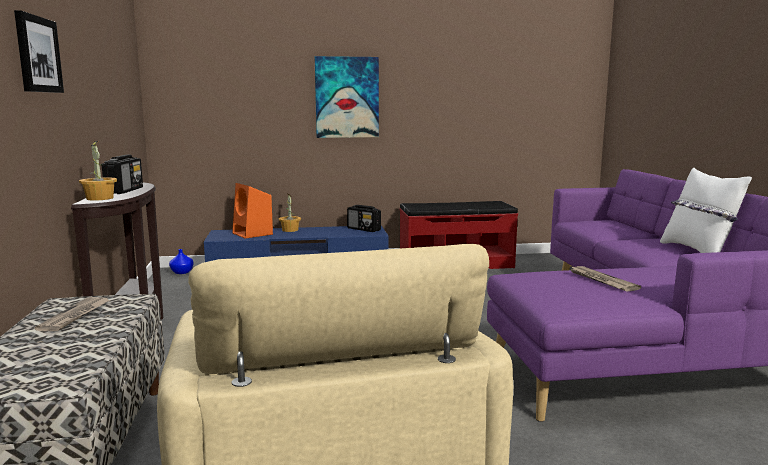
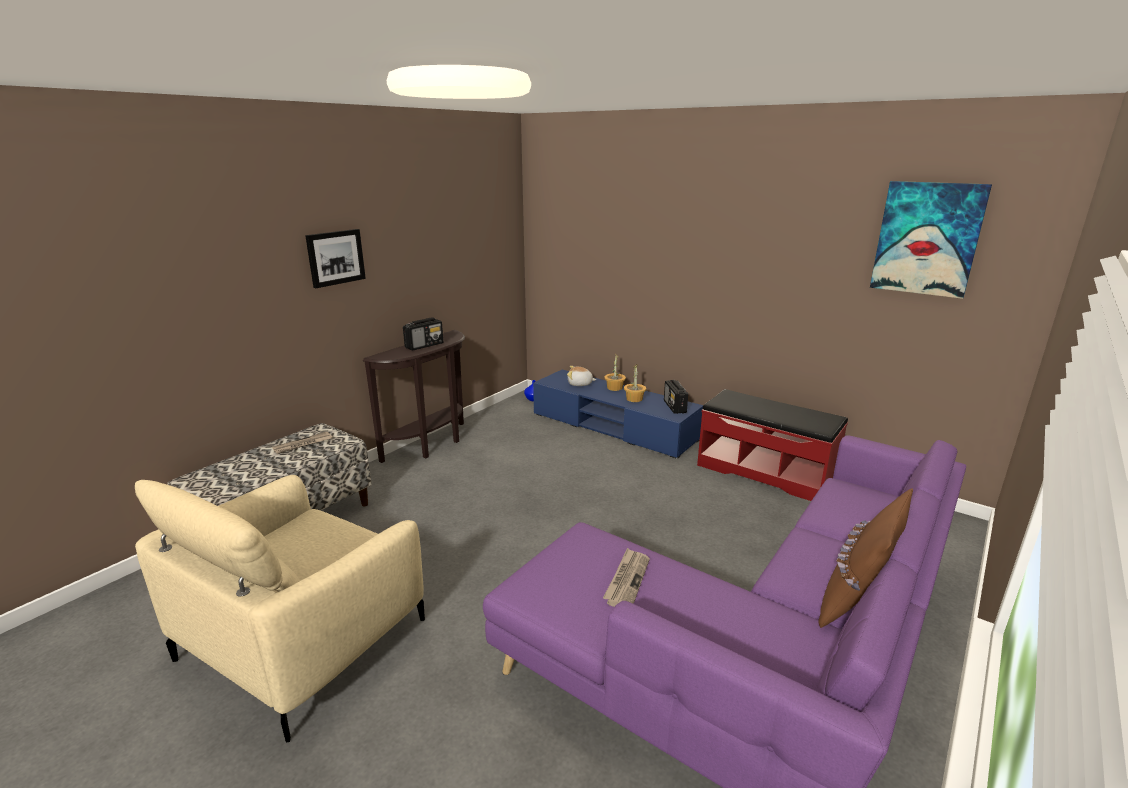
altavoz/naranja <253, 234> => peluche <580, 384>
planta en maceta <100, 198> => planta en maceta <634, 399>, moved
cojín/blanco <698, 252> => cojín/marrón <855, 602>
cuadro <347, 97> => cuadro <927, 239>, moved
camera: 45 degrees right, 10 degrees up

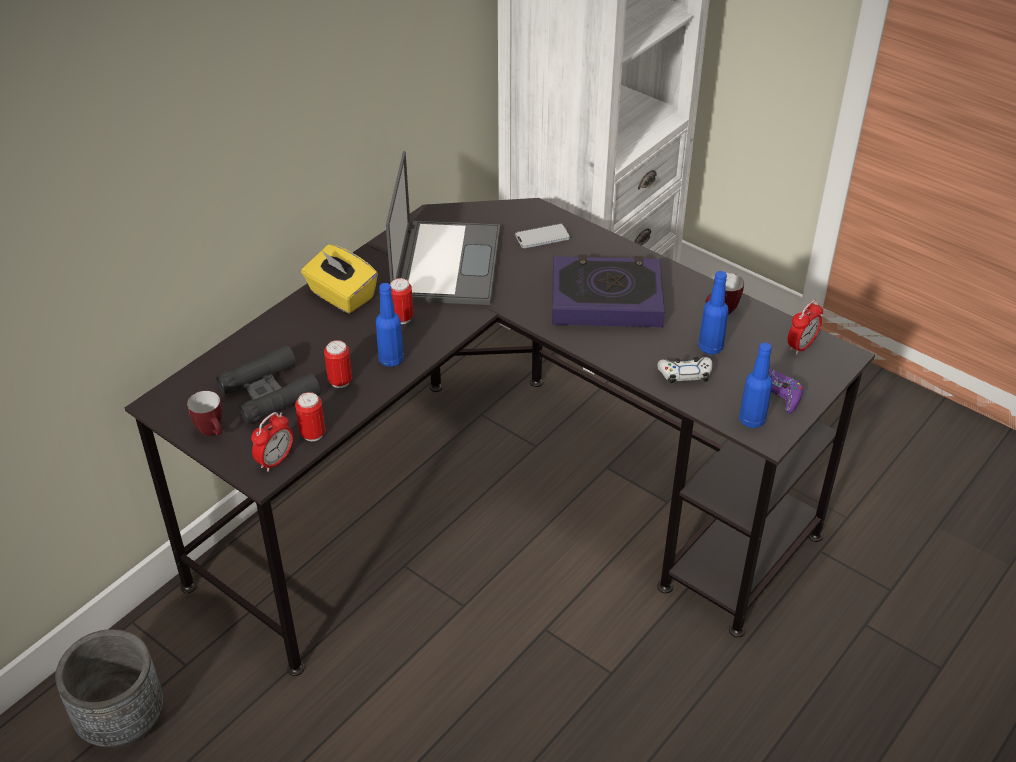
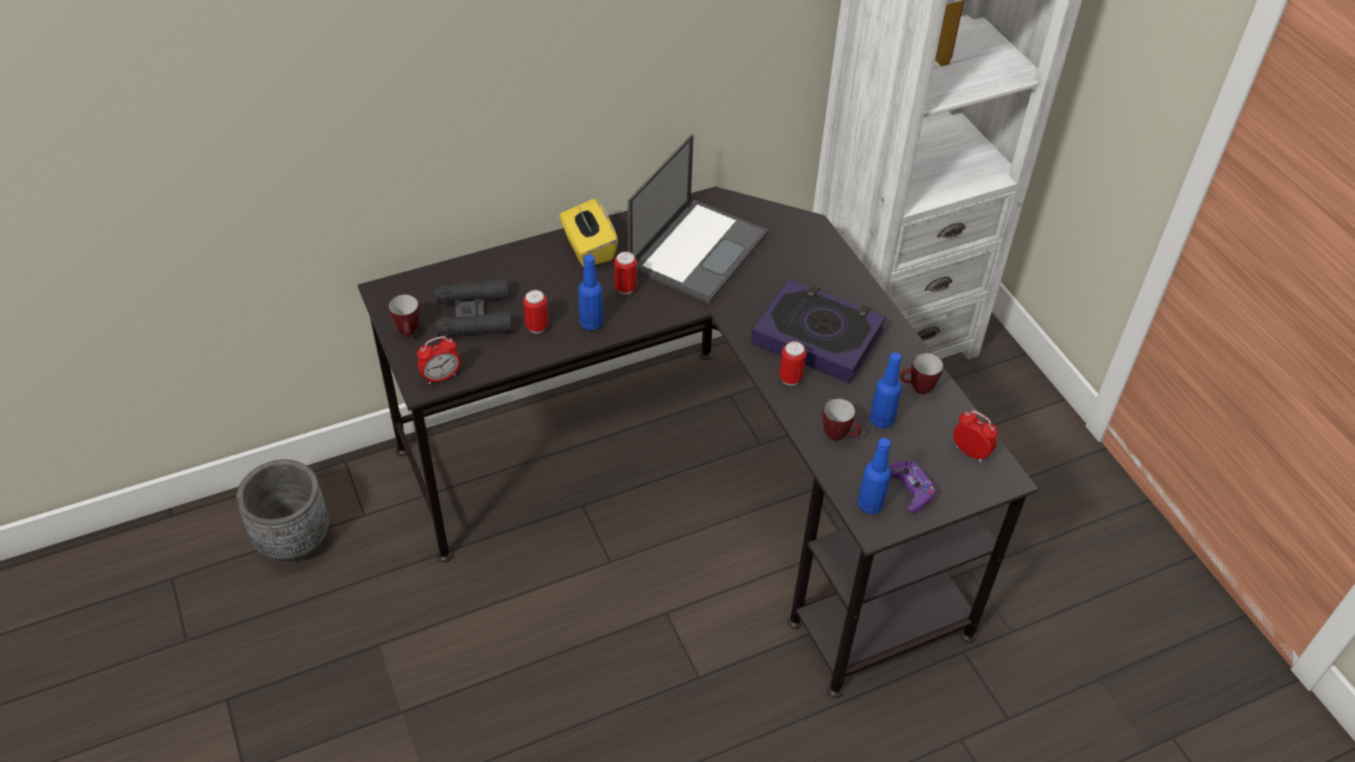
lata <313, 434> => lata <790, 378>, moved
mando de consola/blanco <685, 374> => taza grande <839, 436>
despertador <801, 346> => despertador <970, 452>, 120 degrees counterclockwise
móvil <542, 237> => nothing
camera: 25 degrees right, 5 degrees up

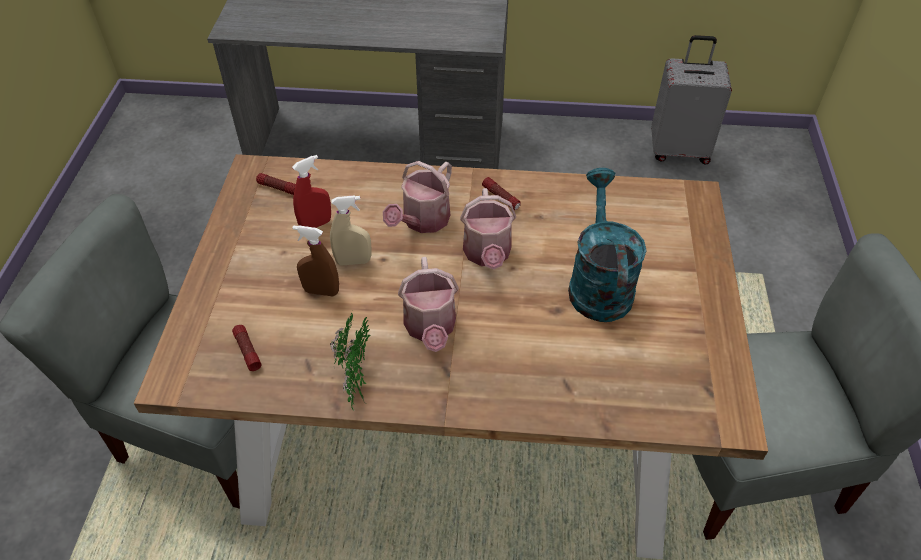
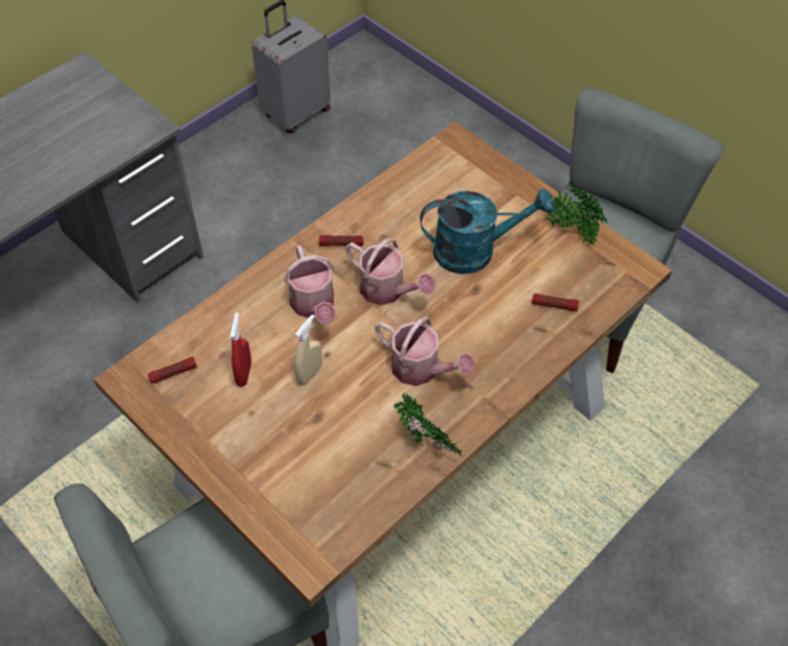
regadera/turquesa <598, 283> => regadera/turquesa <475, 250>, 135 degrees clockwise
linterna <247, 351> => linterna <554, 306>, moved
nothing => planta en maceta <570, 231>
pulverizador/marrón <321, 291> => nothing
camera: 50 degrees left, 5 degrees up

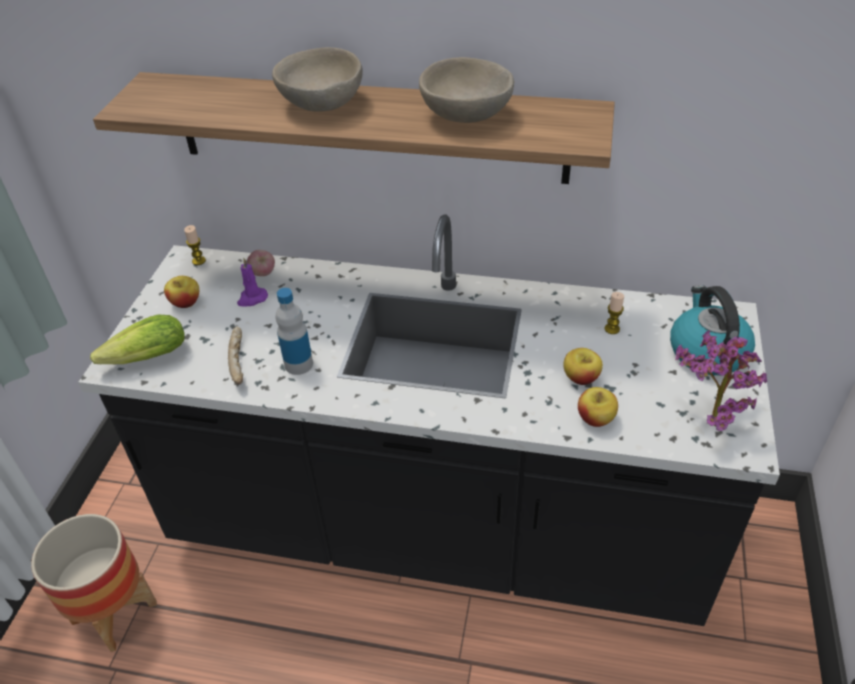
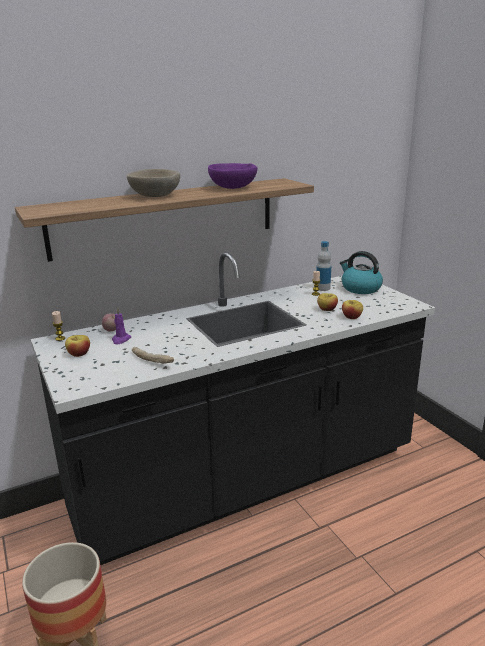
cuenco/beis <465, 116> => cuenco/morado <233, 188>
botella <298, 364> => botella <323, 288>, moved
lechuga <143, 359> => nothing
planta en maceta <707, 418> => nothing
camera: 40 degrees left, 20 degrees down

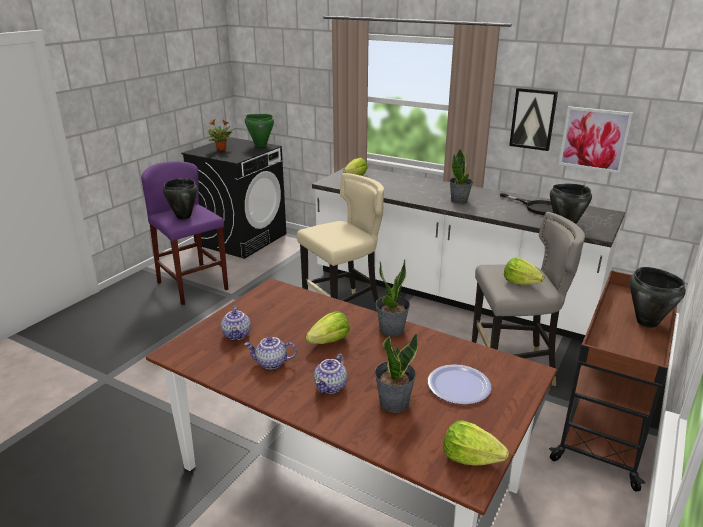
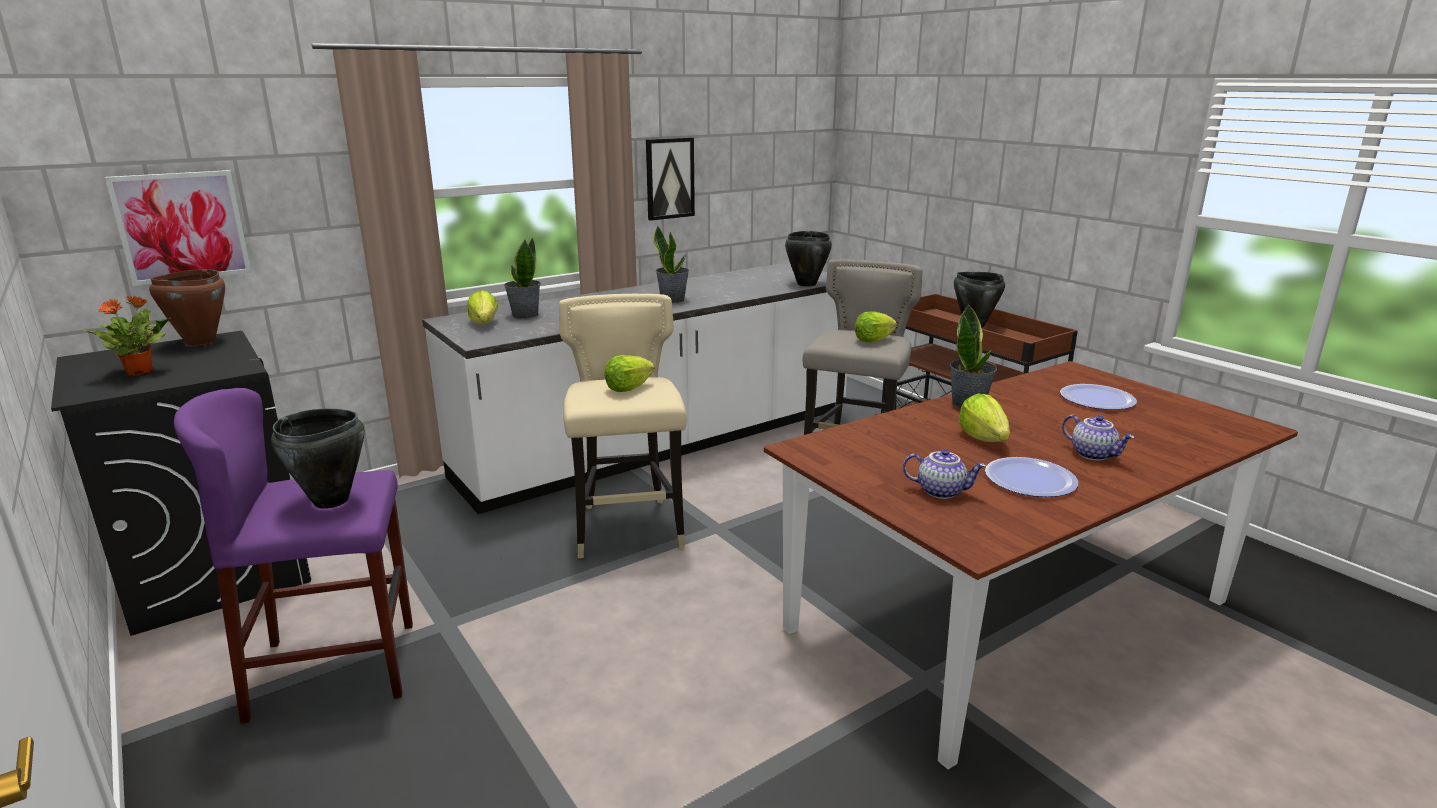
cuadro <594, 139> => cuadro <181, 227>, moved
olla/verde <260, 145> => olla/marrón <200, 342>
planta en maceta <393, 402> => planta en maceta <525, 315>, moved
lechuga <470, 458> => lechuga <628, 388>, moved
tetera <271, 363> => plato <1030, 479>
sartén/negro <537, 207> => nothing
camera: 65 degrees left, 5 degrees down

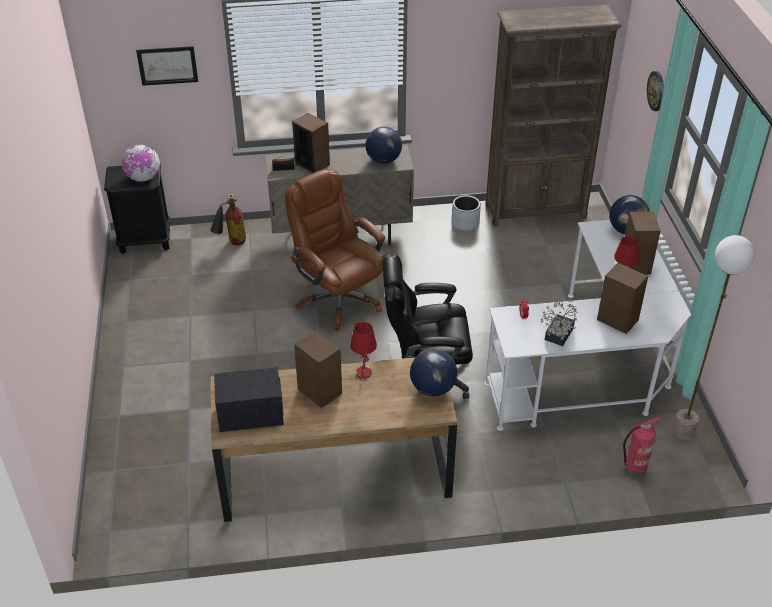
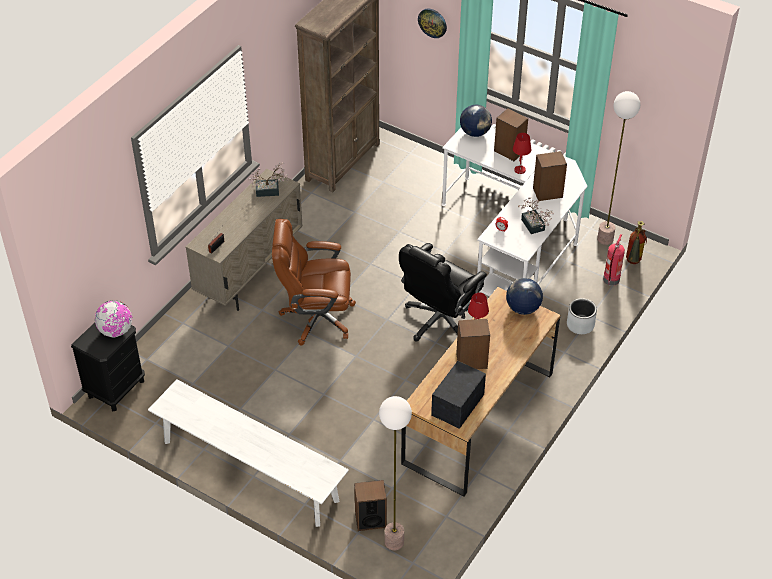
nothing => banco/blanco <250, 471>
globo terráqueo <383, 160> => planta en maceta <270, 191>
altavoz <312, 164> => altavoz <370, 519>, moved
nothing => lámpara de pie <394, 542>
maceta/gris <465, 223> => maceta/gris <580, 324>, moved
extintor <231, 243> => extintor <632, 264>, moved
cuadro <167, 65> => nothing
camera: 50 degrees left, 5 degrees up

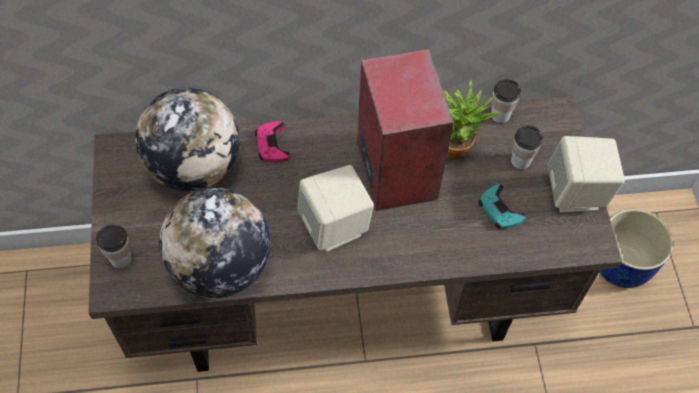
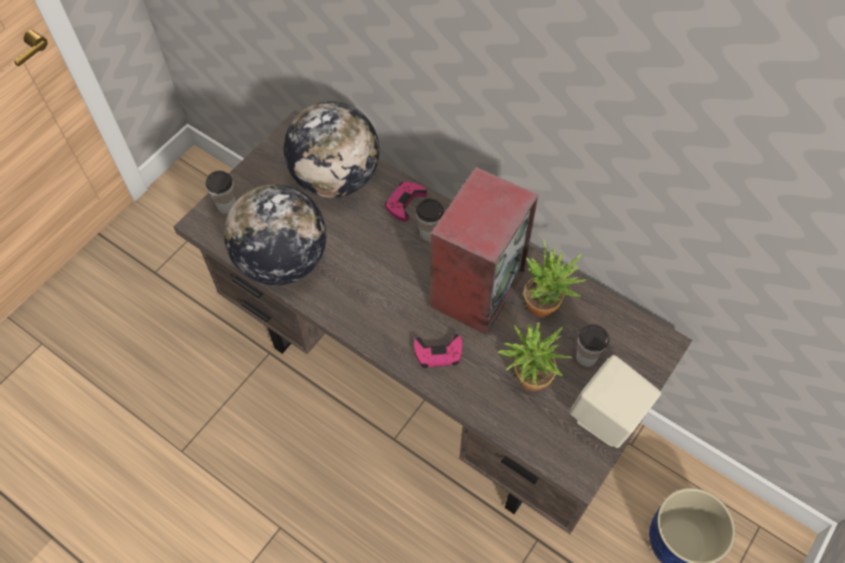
nothing => mando de consola/rosa <438, 353>
taza <500, 115> => taza <429, 233>, moved
mando de consola/turquesa <500, 210> => planta en maceta <527, 381>
altavoz/beis <335, 226> => nothing
camera: 45 degrees right, 0 degrees up

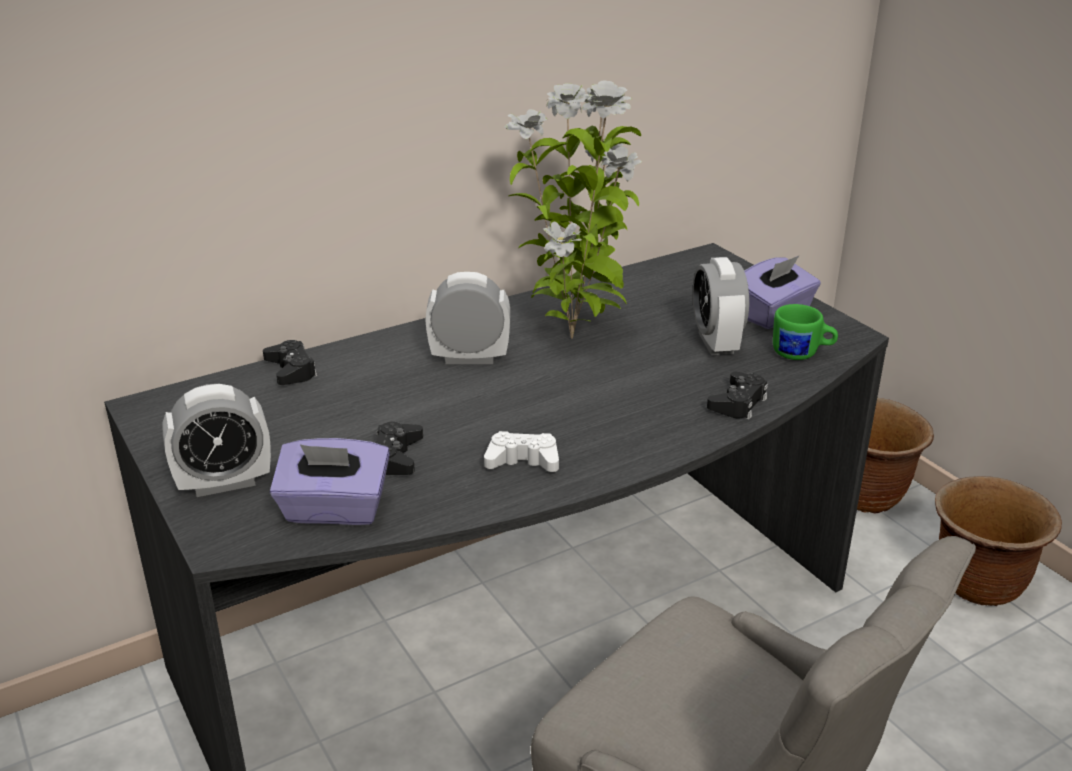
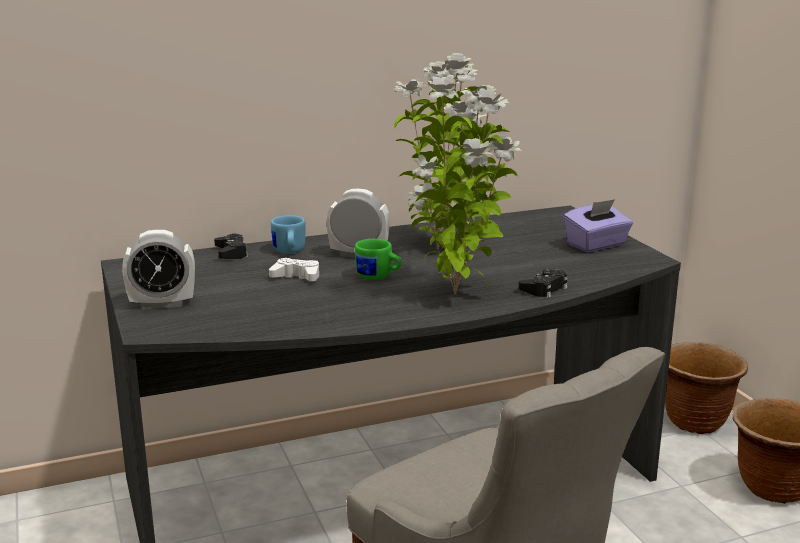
mando de consola/blanco <523, 461> => mando de consola/blanco <296, 276>, moved
nothing => taza grande/azul <289, 252>
taza grande/verde <802, 354> => taza grande/verde <378, 277>, moved
nothing => planta en maceta <458, 295>
caja de pañuelos/morado <334, 510> => nothing
mando de consola/negro <396, 457> => nothing
despertador <716, 343> => nothing
camera: 10 degrees right, 10 degrees down

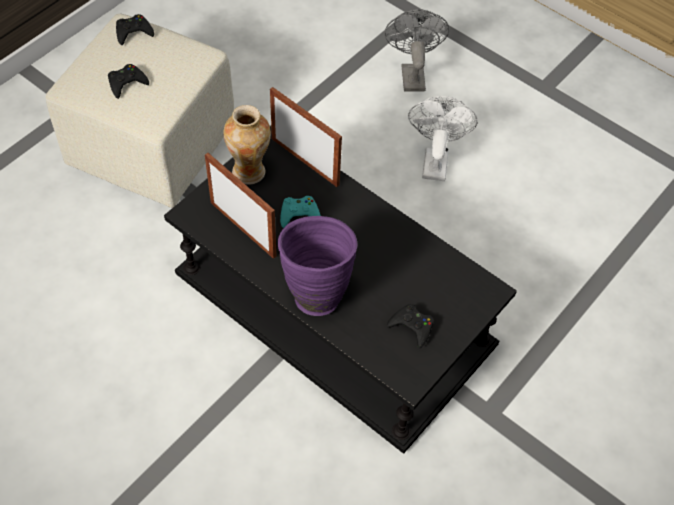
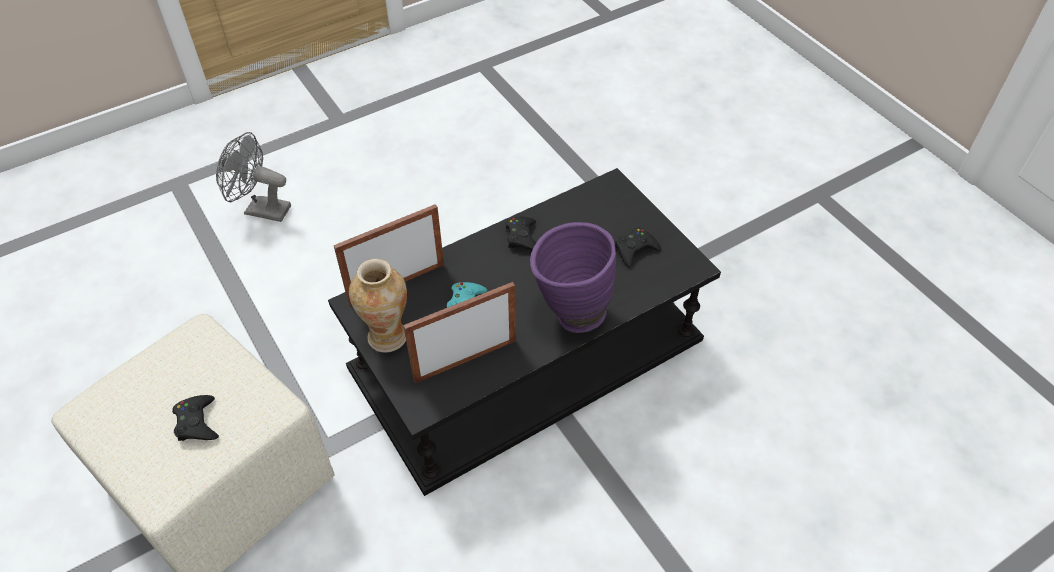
mando de consola/negro <133, 32> => mando de consola/negro <522, 237>, moved
ventilador/blanco <435, 160> => nothing
camera: 70 degrees left, 5 degrees down

